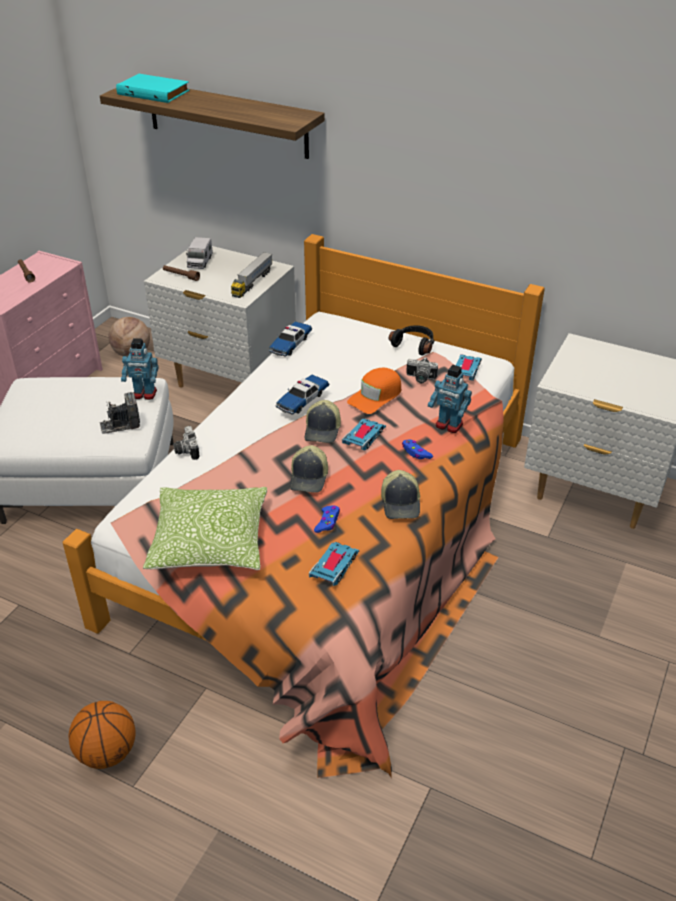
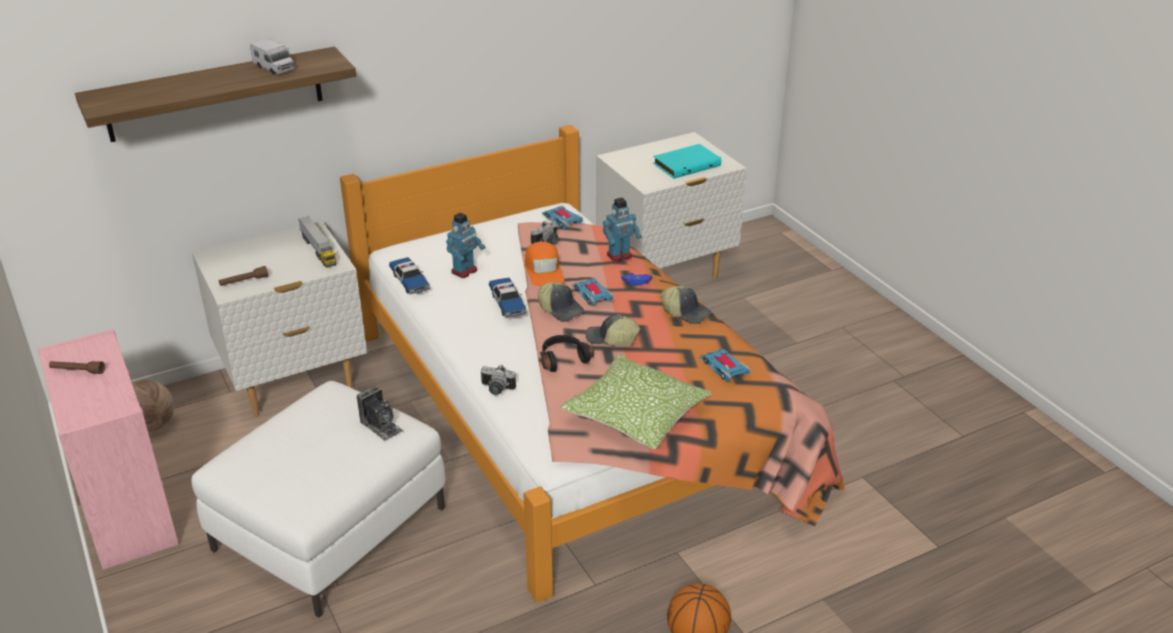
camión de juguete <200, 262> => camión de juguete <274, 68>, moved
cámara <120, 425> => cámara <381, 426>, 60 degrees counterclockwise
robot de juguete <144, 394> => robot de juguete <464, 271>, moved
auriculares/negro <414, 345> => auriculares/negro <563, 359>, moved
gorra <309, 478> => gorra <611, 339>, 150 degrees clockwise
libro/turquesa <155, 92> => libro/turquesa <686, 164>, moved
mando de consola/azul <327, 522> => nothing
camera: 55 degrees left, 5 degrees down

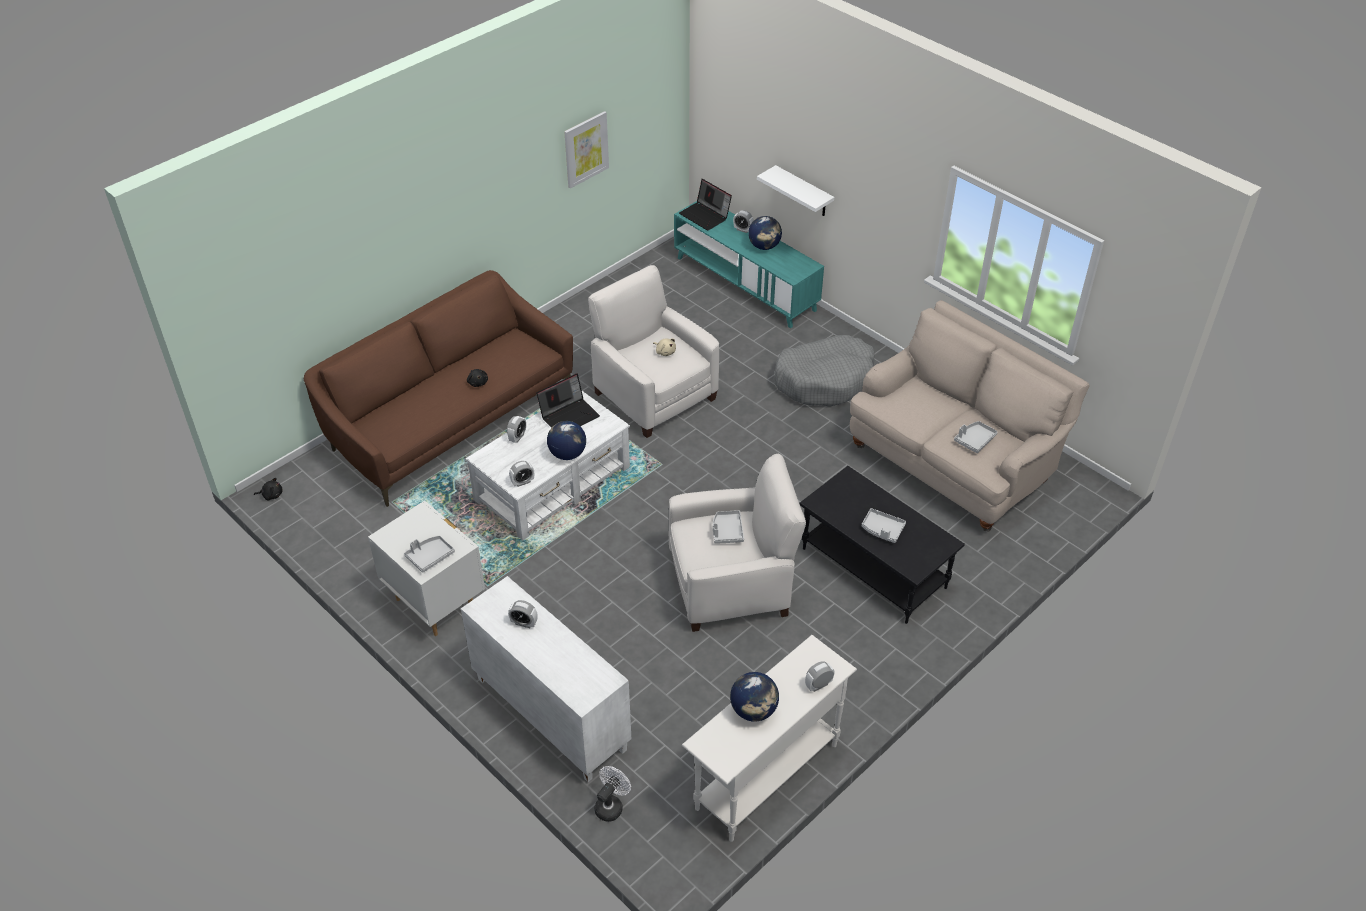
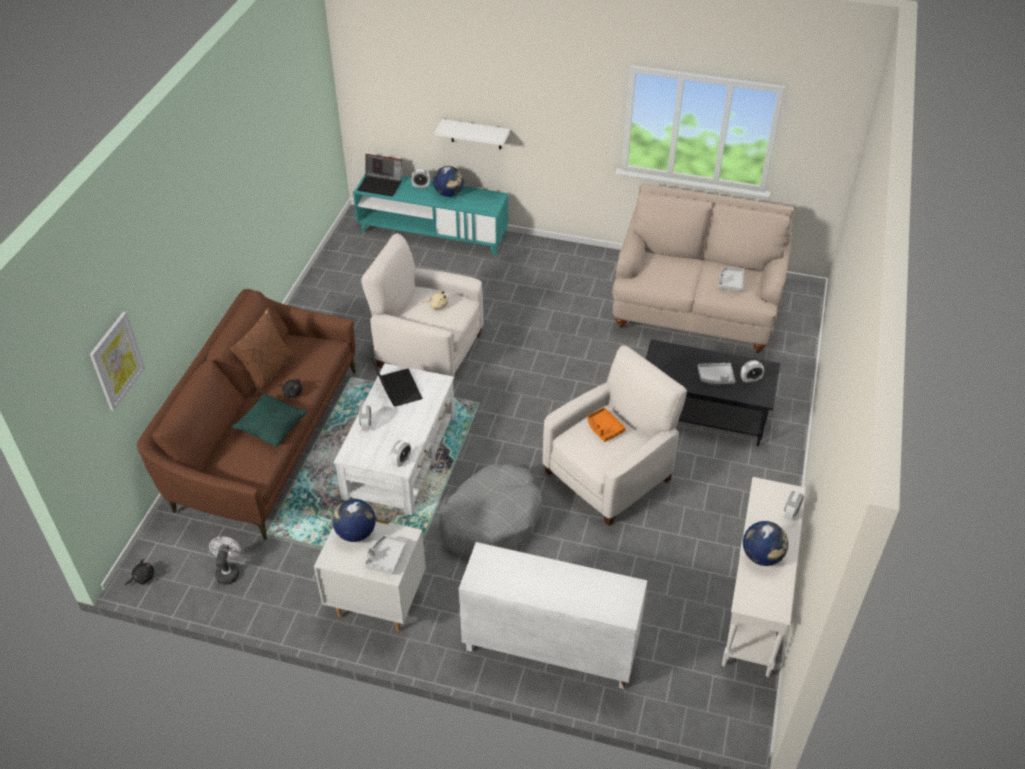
cuadro <586, 149> => cuadro <116, 361>, moved
ventilador/blanco <611, 805> => ventilador/blanco <228, 571>, moved
nothing => cojín/marrón <268, 372>
nothing => cojín/verde <271, 427>
globo terráqueo <567, 454> => globo terráqueo <355, 533>, moved
portátil <569, 415> => portátil <396, 389>, 45 degrees counterclockwise
cama para perro/gris <825, 380> => cama para perro/gris <491, 520>, moved
bandeja/gris <727, 531> => bandeja/naranja <604, 428>
despertador <524, 623> => despertador <750, 379>, moved
camera: 30 degrees left, 0 degrees up

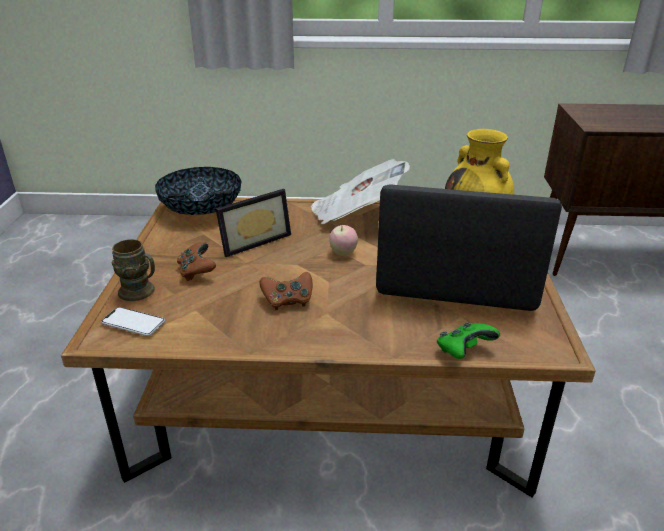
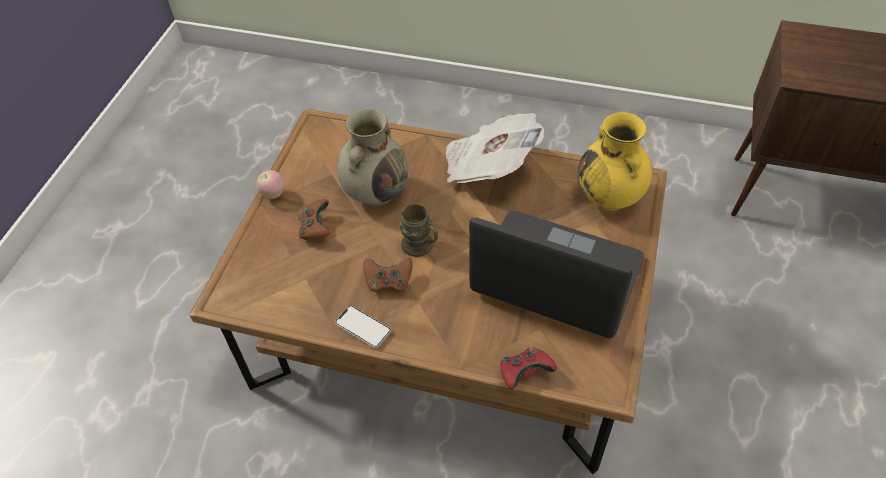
manzana <343, 253> => manzana <273, 194>, moved
móvil <133, 322> => móvil <363, 327>, moved
portarretratos <252, 240> => florero/beis <376, 191>
taza grande/marrón <141, 293> => taza grande/marrón <422, 247>, moved
mando de consola/verde <464, 351> => mando de consola/rojo <524, 373>
cuenco <201, 210> => nothing
camera: 15 degrees right, 20 degrees up

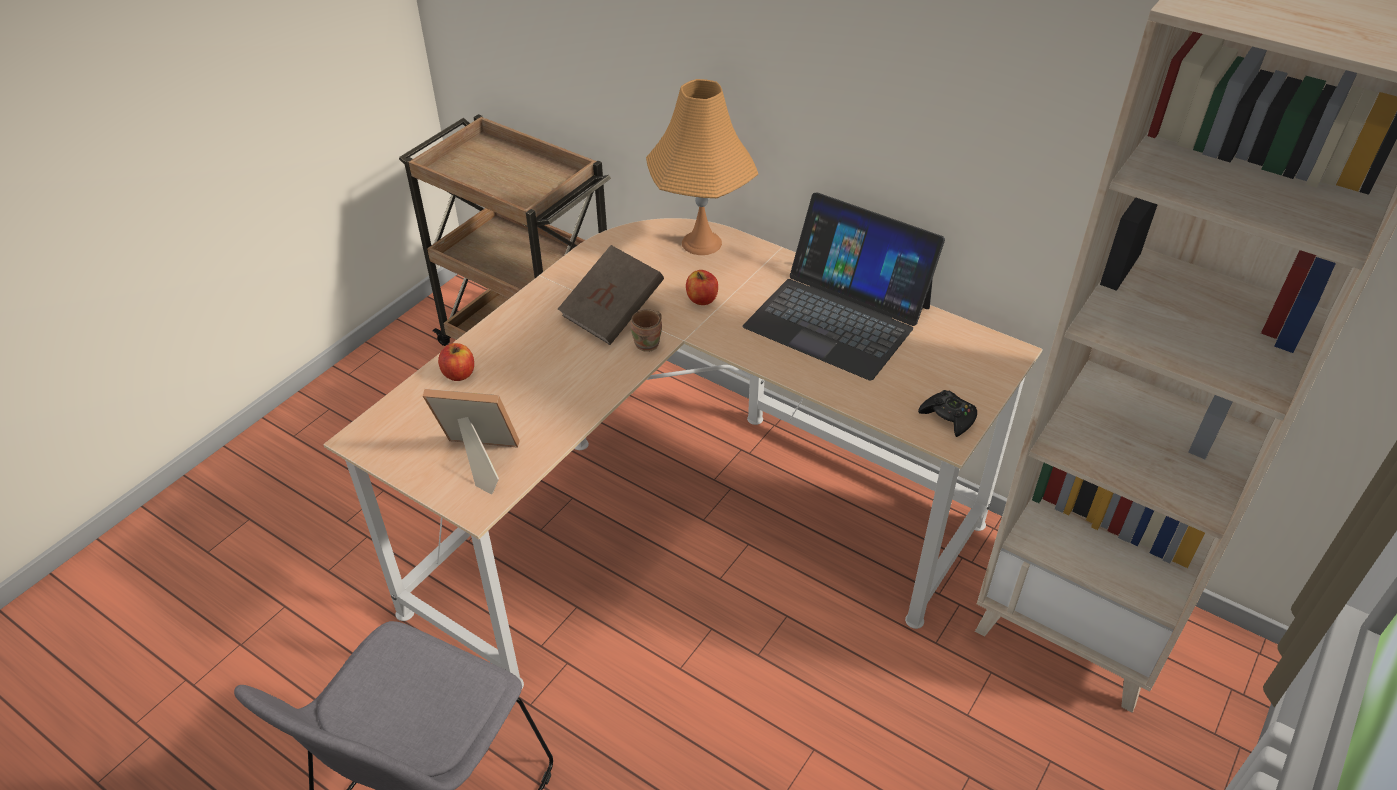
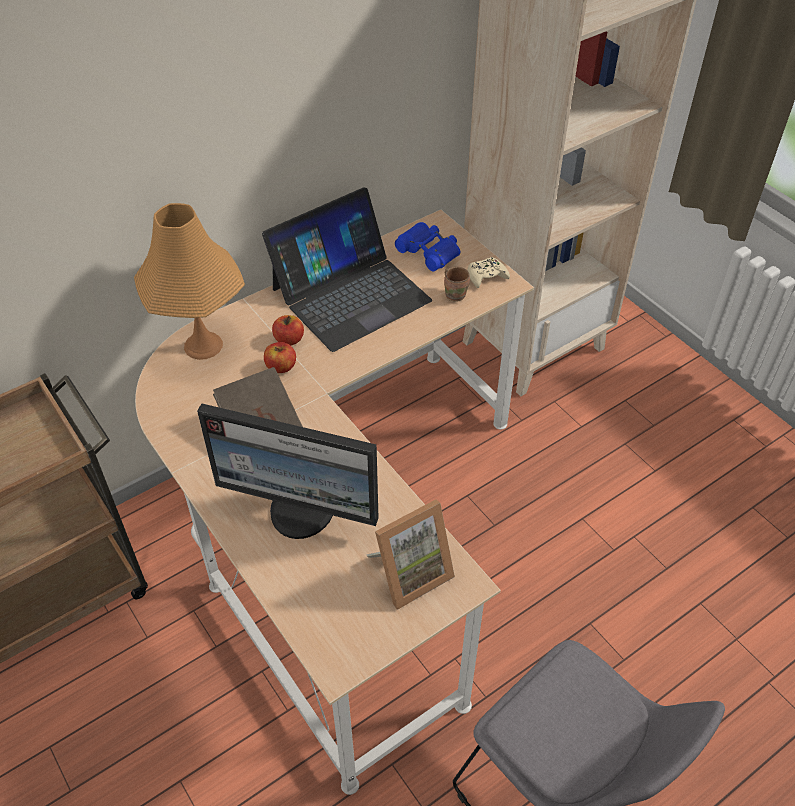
nothing => monitor <303, 510>
manzana <459, 374> => manzana <289, 340>, moved
portarretratos <477, 460> => portarretratos <410, 573>, 150 degrees counterclockwise
nothing => prismáticos/azul <429, 251>
taza grande/marrón <649, 344> => taza grande/marrón <455, 294>, moved
mando de consola/negro <948, 417> => mando de consola/beis <486, 276>
camera: 70 degrees left, 5 degrees up

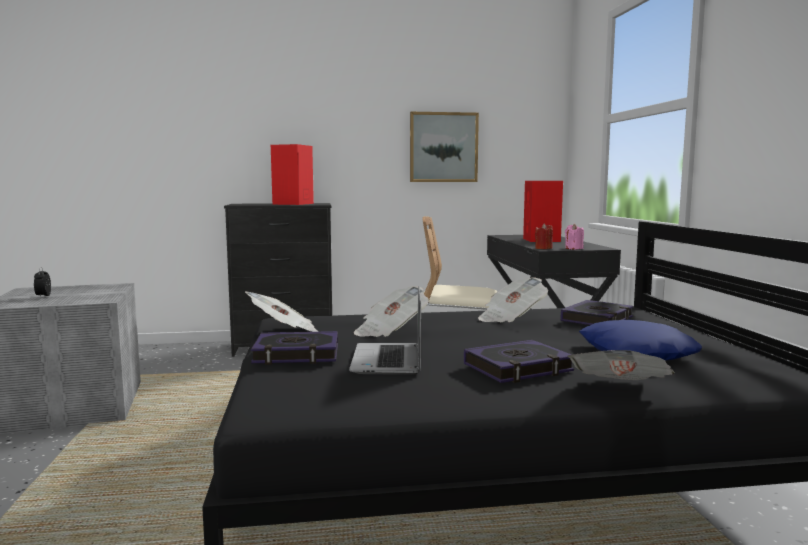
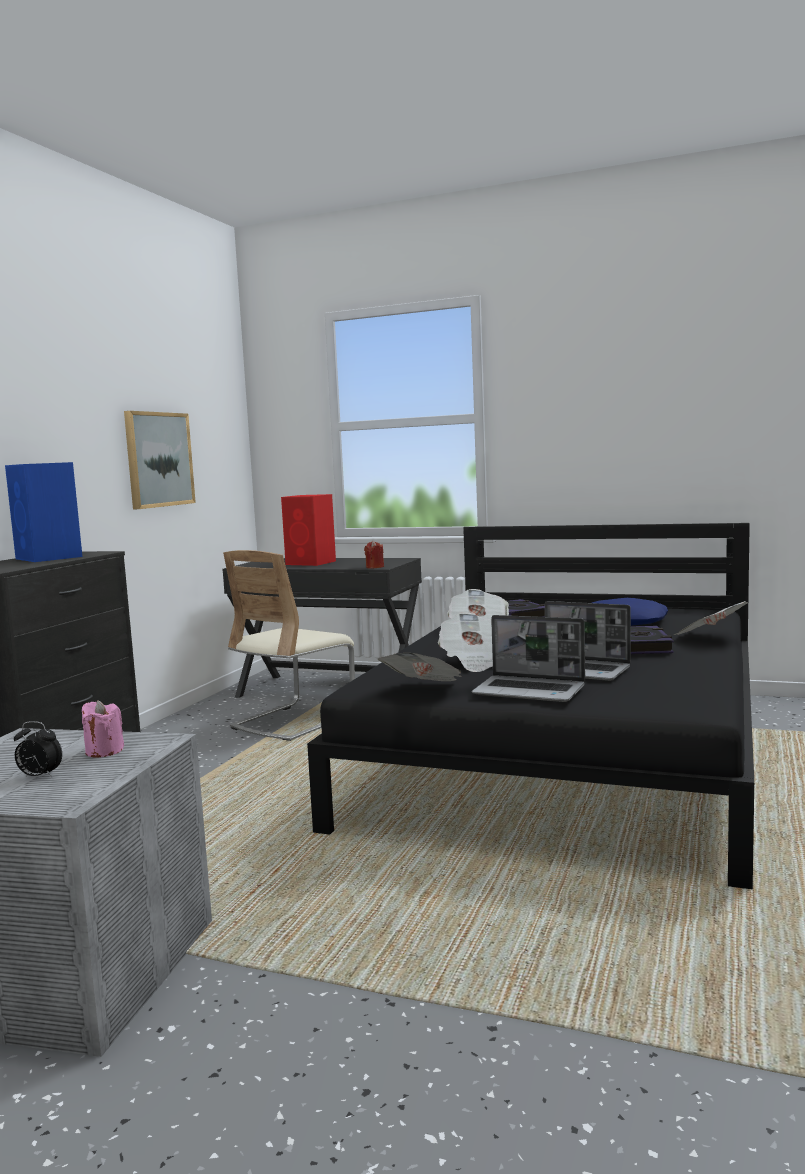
altavoz/rojo <292, 204> => altavoz/azul <49, 558>
vela/rosa <573, 248> => vela/rosa <104, 751>, moved
libro <296, 354> => portátil <531, 691>
camera: 60 degrees left, 0 degrees up

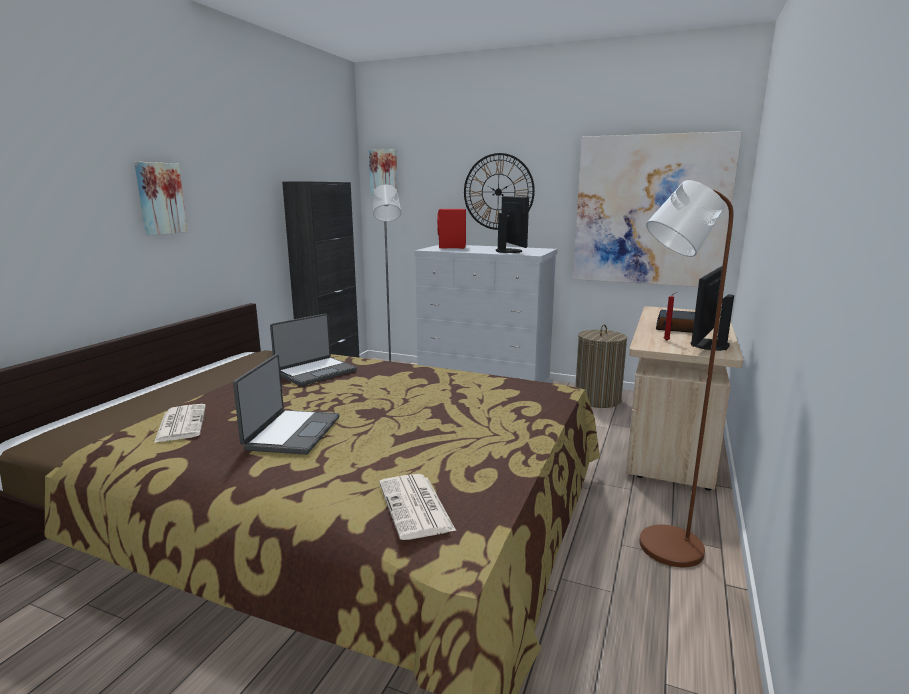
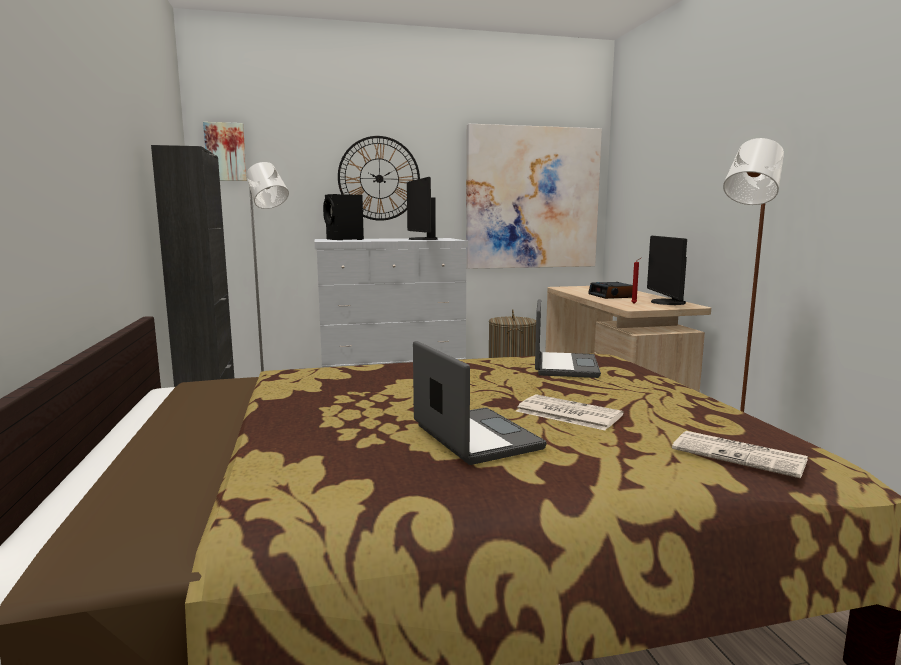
altavoz/rojo <452, 247> => altavoz/negro <344, 239>
monitor <510, 251> => monitor <421, 239>, 150 degrees counterclockwise
periódico <181, 423> => periódico <566, 413>, moved
portátil <315, 372> => portátil <563, 366>, moved
cuadro <159, 198> => nothing
camera: 35 degrees left, 5 degrees down

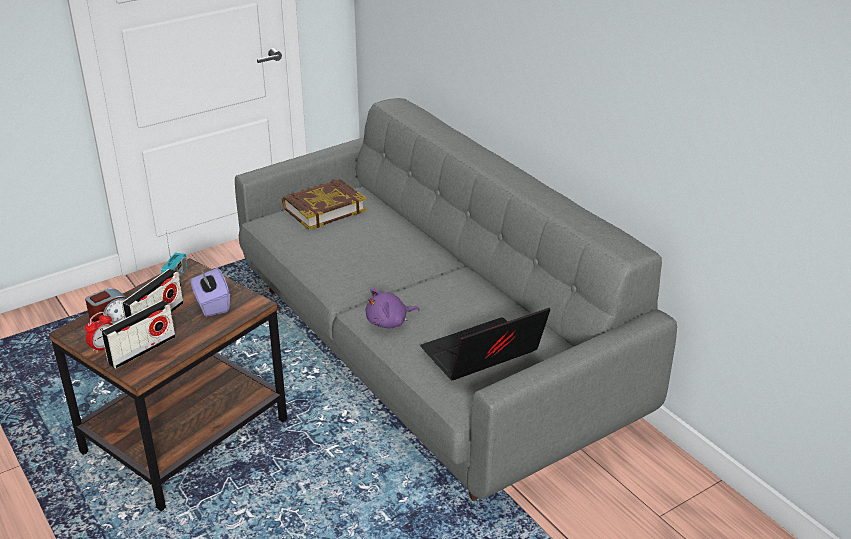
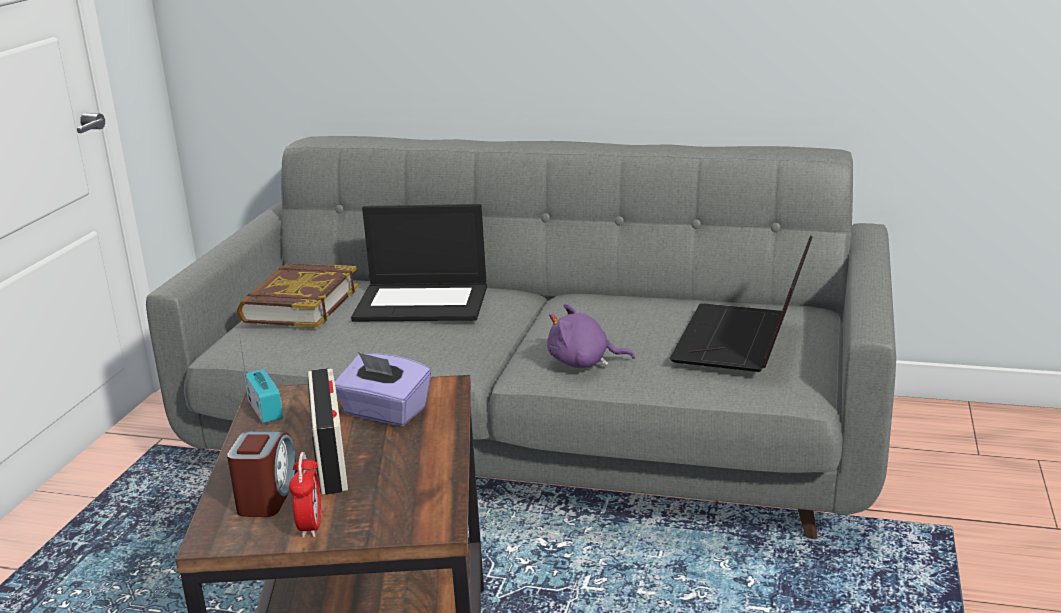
nothing => portátil <423, 302>
peluche/morado <389, 322> => peluche/morado <583, 363>, 75 degrees clockwise
radio <142, 350> => nothing
camera: 40 degrees left, 10 degrees down

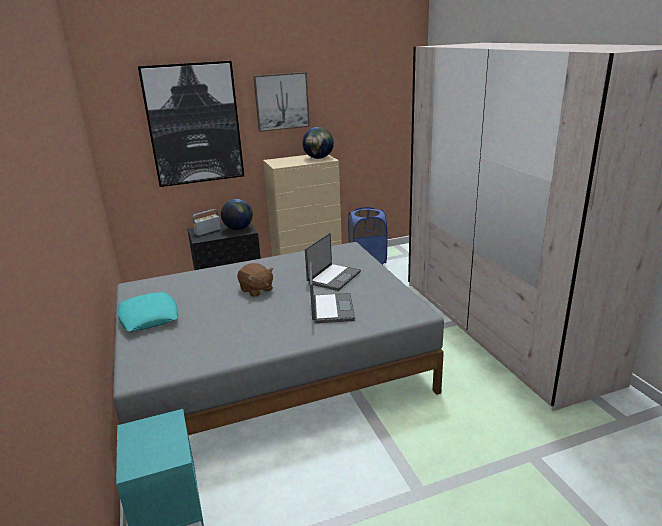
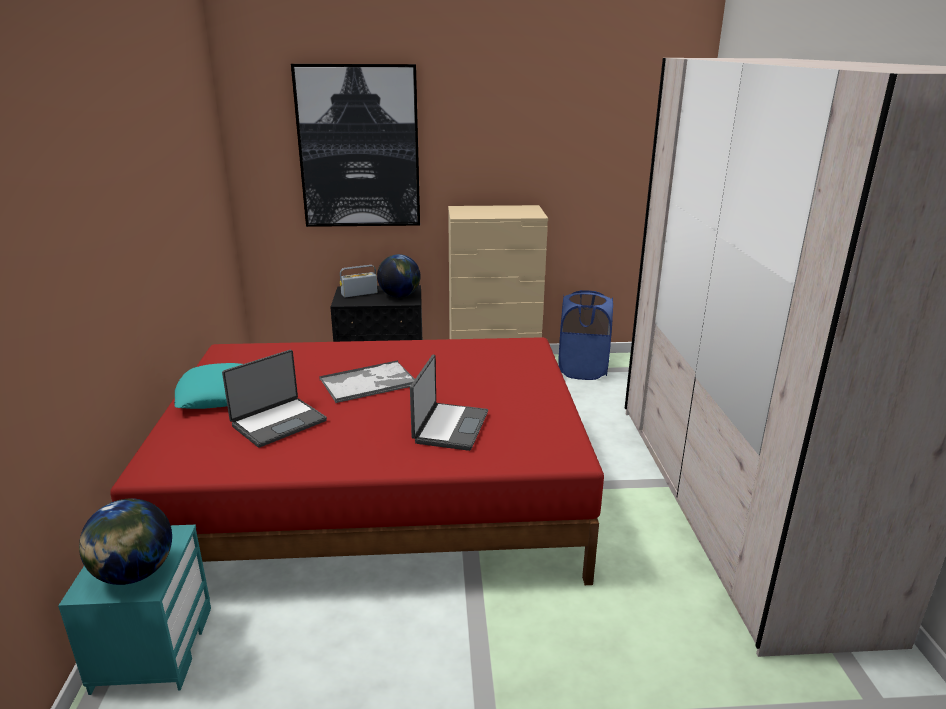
globo terráqueo <318, 158> => globo terráqueo <134, 573>, moved
cama/gris <272, 367> => cama/rojo <378, 492>
portátil <333, 277> => portátil <278, 422>, moved
peluche/marrón <256, 290> => bandeja <369, 382>
cuadro <281, 101> => nothing
camera: 15 degrees right, 0 degrees up

